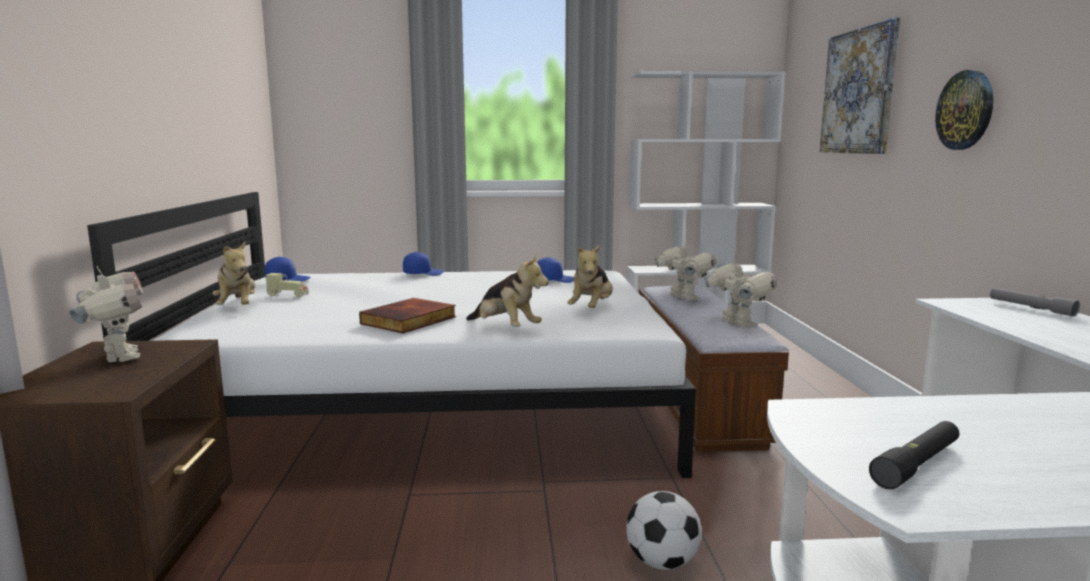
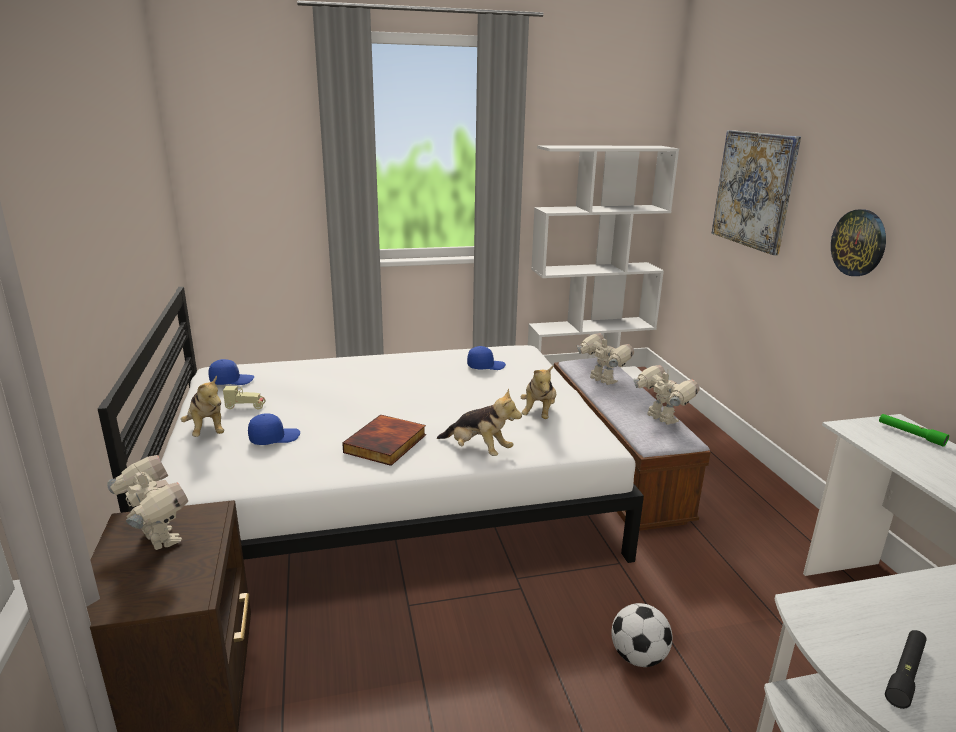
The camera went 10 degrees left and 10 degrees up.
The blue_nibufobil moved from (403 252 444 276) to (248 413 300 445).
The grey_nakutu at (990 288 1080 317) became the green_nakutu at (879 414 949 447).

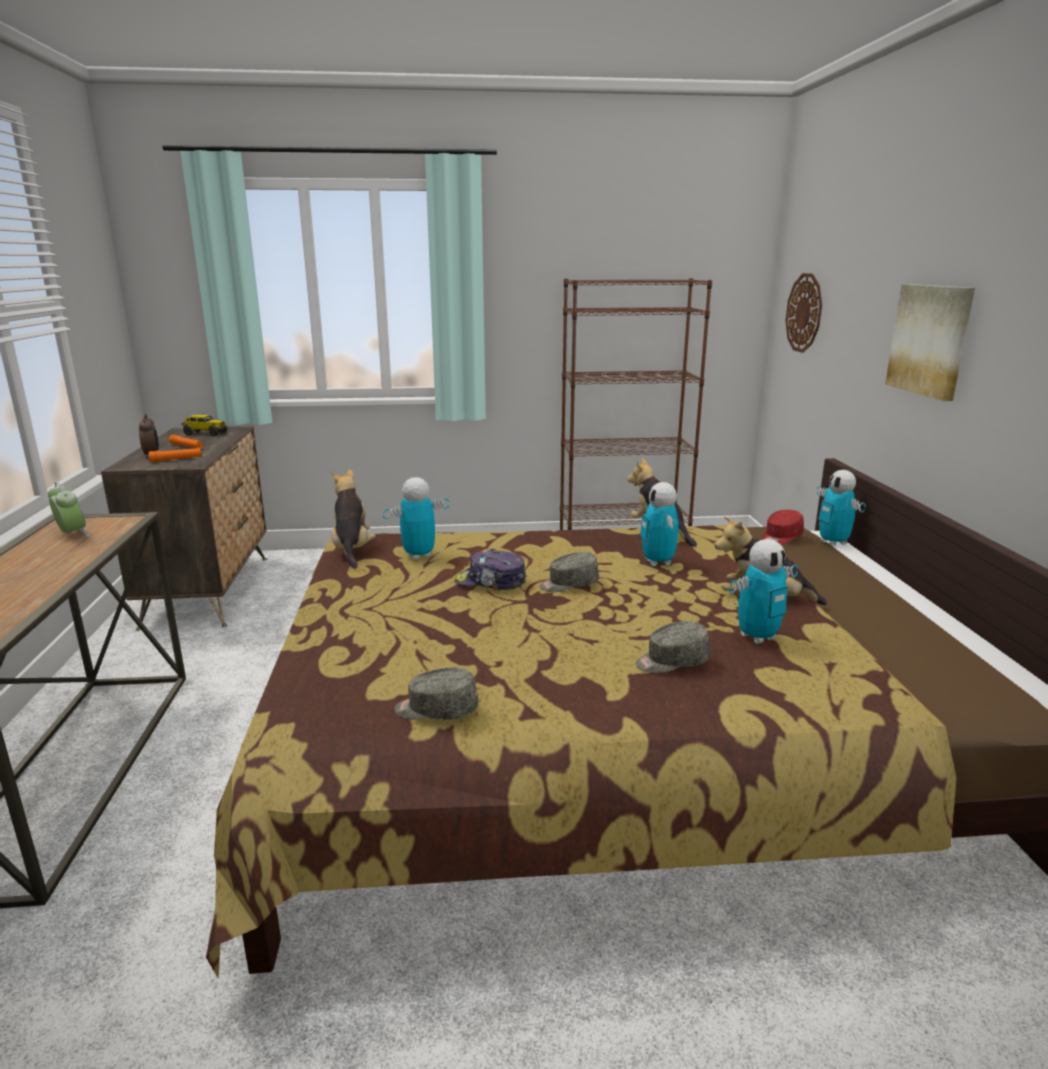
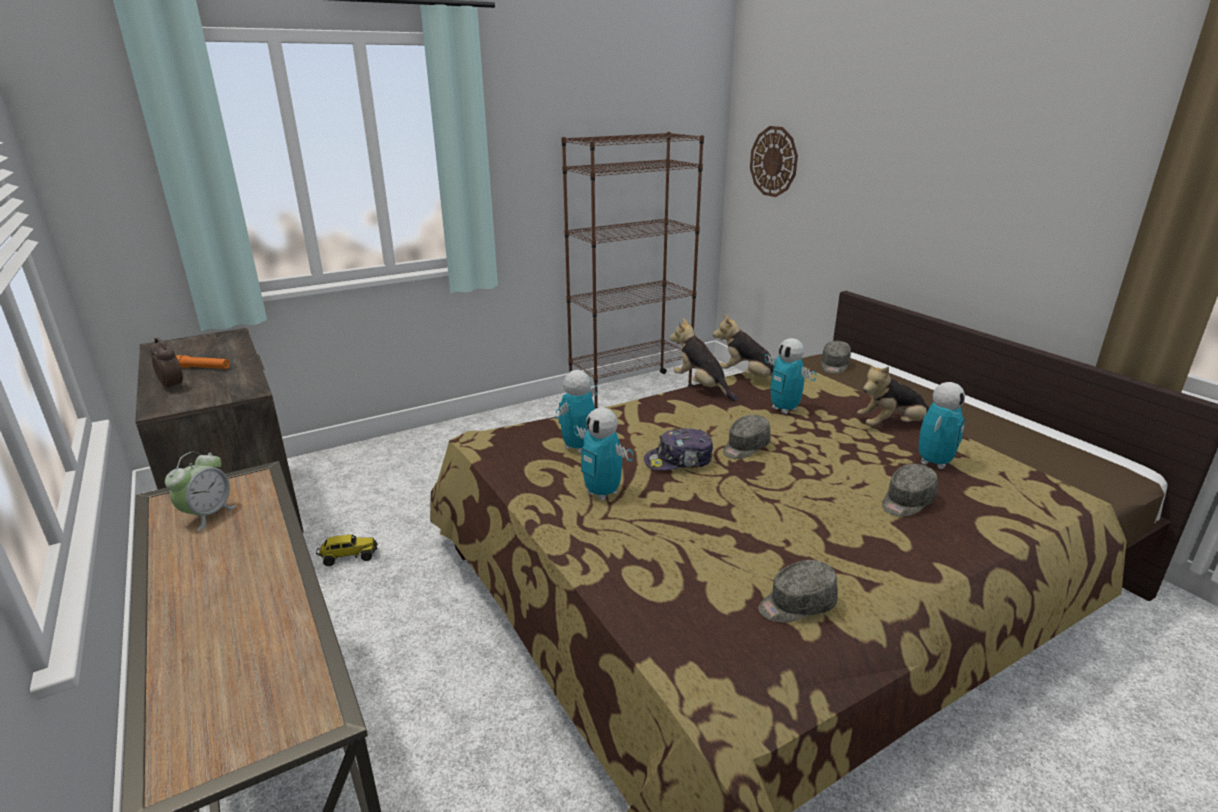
The camera went 25 degrees left and 5 degrees up.
The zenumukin at (48 482 90 537) turned 90 degrees clockwise.
The orange_nakutu at (149 448 201 462) disappeared.
The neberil moved from (181 415 228 436) to (316 534 378 566).
The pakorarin moved from (331 469 376 569) to (670 318 738 402).
The red_nibufobil at (762 510 804 545) became the grey_nibufobil at (821 341 851 374).
The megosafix moved from (817 470 866 547) to (573 407 633 501).
The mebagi at (885 284 975 401) disappeared.

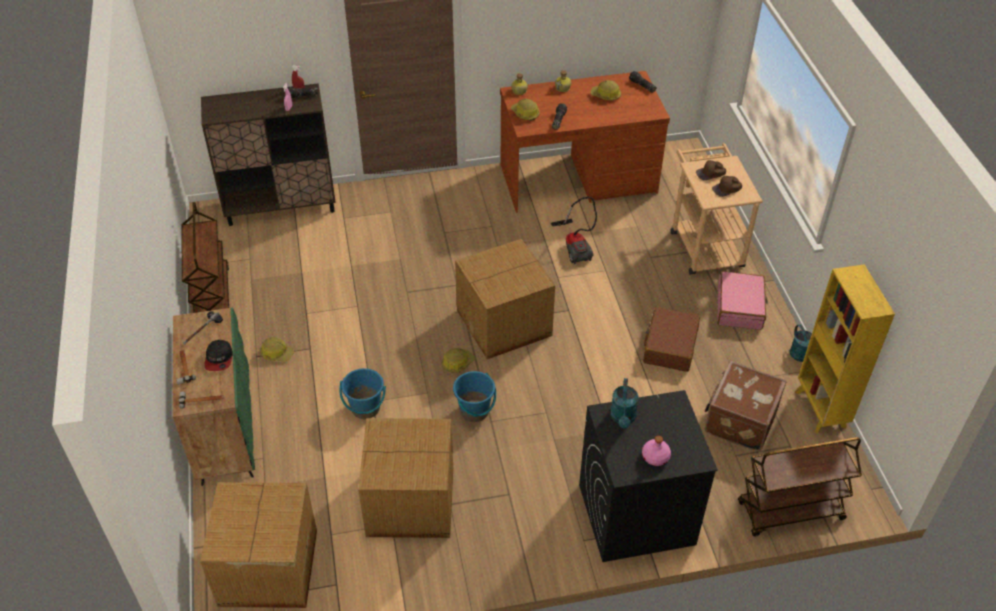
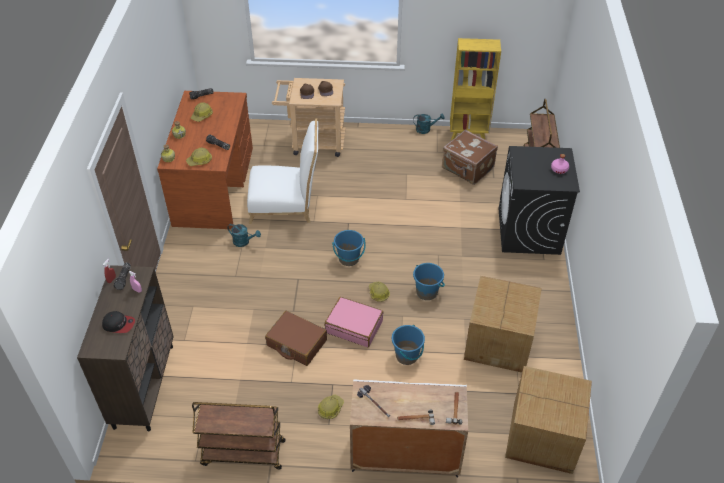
The camera went 75 degrees left and 0 degrees up.
The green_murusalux at (173 308 255 486) became the white_murusalux at (350 379 468 478).
The nibufobil moved from (204 340 233 371) to (102 311 135 333).
The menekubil at (455 239 555 359) was replaced by the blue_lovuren at (332 230 366 266).
The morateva at (551 197 597 264) was replaced by the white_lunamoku at (247 118 319 224).
The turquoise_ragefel moved from (610 378 638 428) to (227 224 261 247).
The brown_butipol moved from (643 307 700 372) to (265 311 327 366).
The pink_butipol moved from (717 271 768 330) to (325 297 384 347).

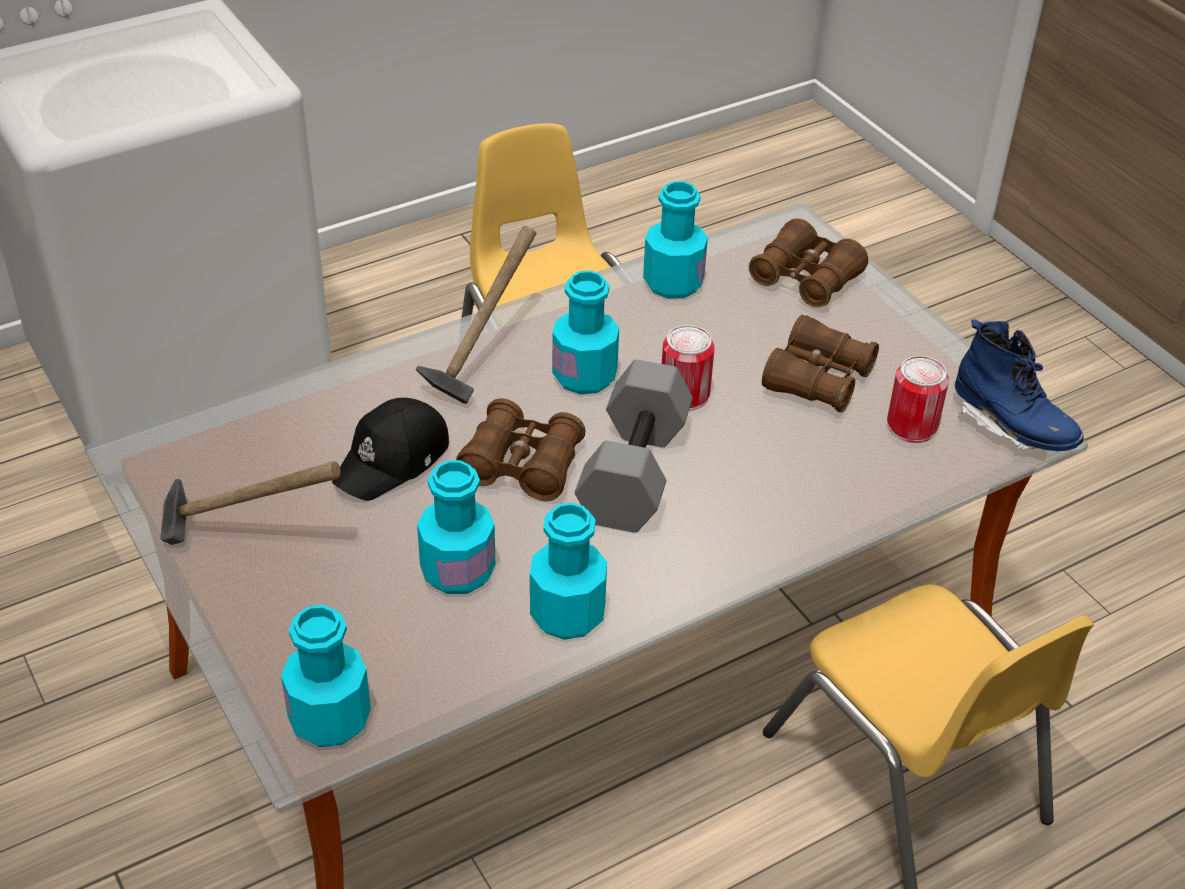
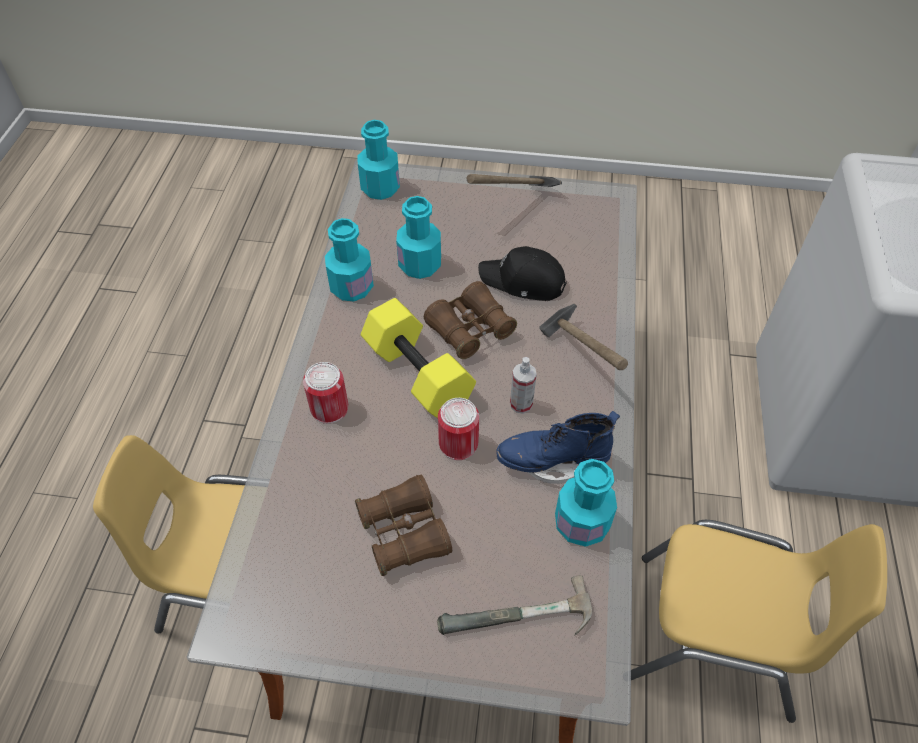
The camera went 130 degrees right and 10 degrees up.
The black_nibufobil at (332 398 449 501) turned 60 degrees counterclockwise.
The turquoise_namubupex at (552 270 619 394) was replaced by the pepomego at (510 357 537 414).
The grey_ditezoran at (575 360 693 533) became the yellow_ditezoran at (361 298 476 418).
The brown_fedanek at (749 218 868 308) was replaced by the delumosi at (437 575 592 636).
The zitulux moved from (887 356 949 443) to (303 362 348 424).
The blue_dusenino moved from (955 319 1084 451) to (496 411 620 484).

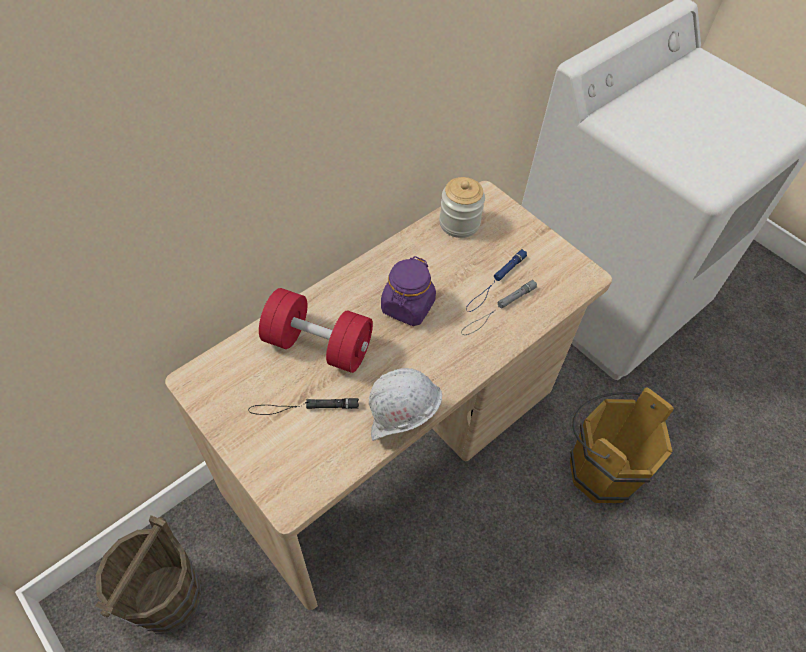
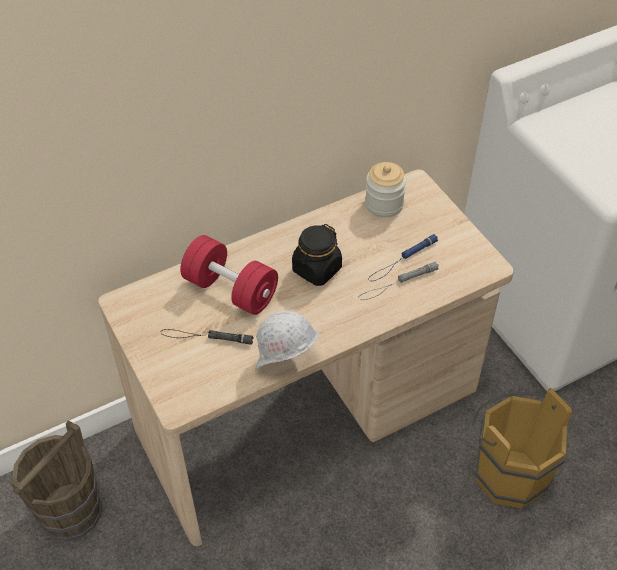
The camera went 15 degrees right and 5 degrees down.
The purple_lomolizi at (381 256 436 326) became the black_lomolizi at (292 224 342 286).

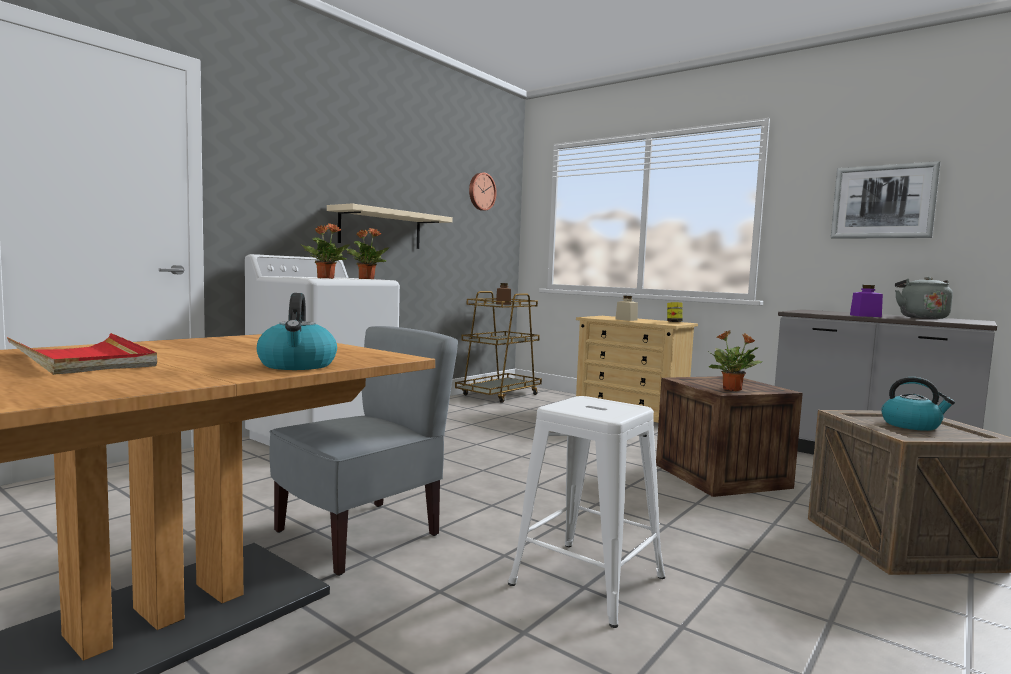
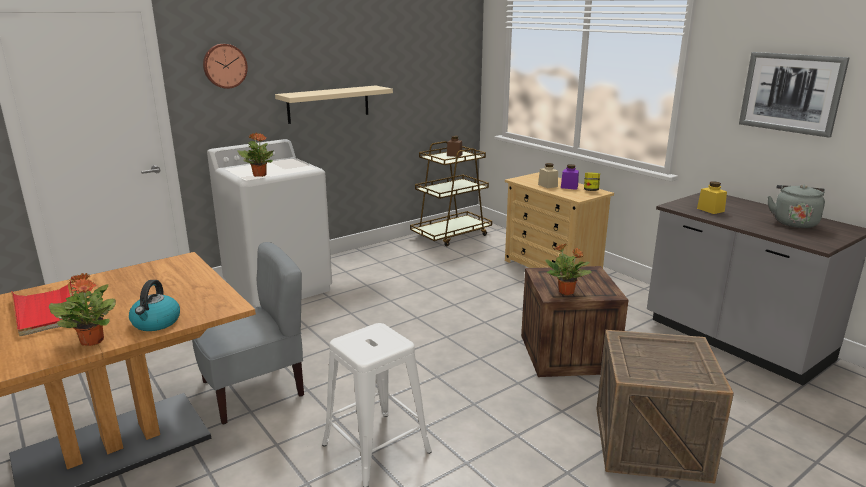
The camera went 15 degrees right and 15 degrees up.
The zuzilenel moved from (346 228 389 279) to (49 273 116 346).
The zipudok moved from (469 173 497 211) to (203 44 248 89).
The purple_lomolizi moved from (850 285 883 317) to (561 164 579 190).
The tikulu at (881 377 955 431) disappeared.
The yellow_lomolizi at (697 181 727 214) appeared.

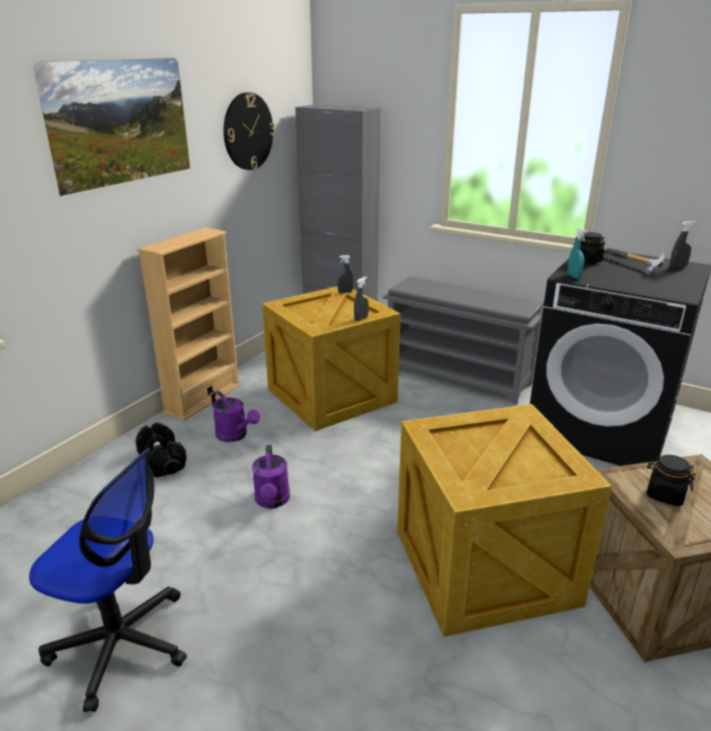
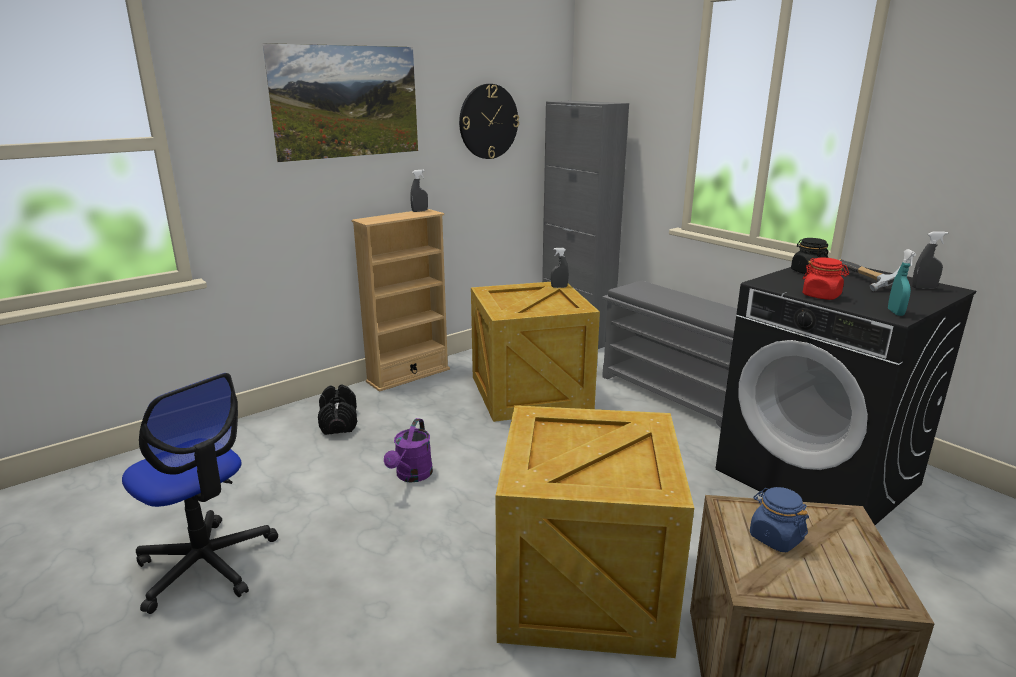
The camera went 20 degrees right and 5 degrees down.
The purple_ragefel at (212 391 260 442) disappeared.
The grey_pepomego moved from (354 277 369 321) to (410 169 428 212).
The turquoise_pepomego moved from (568 228 587 279) to (888 249 916 316).
The black_lomolizi at (646 455 696 506) became the blue_lomolizi at (750 487 809 552).
The red_lomolizi at (802 258 849 300) appeared.

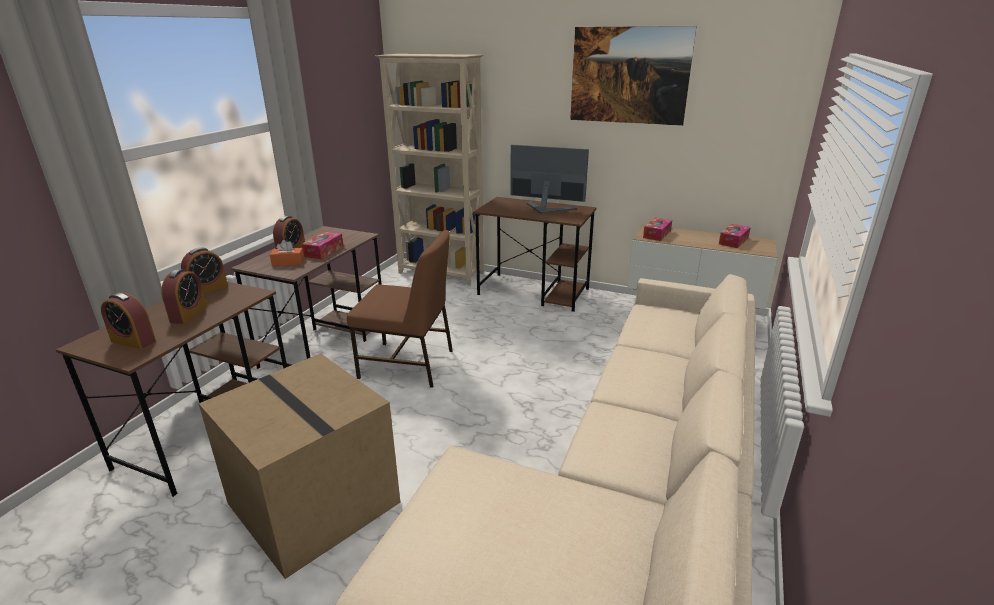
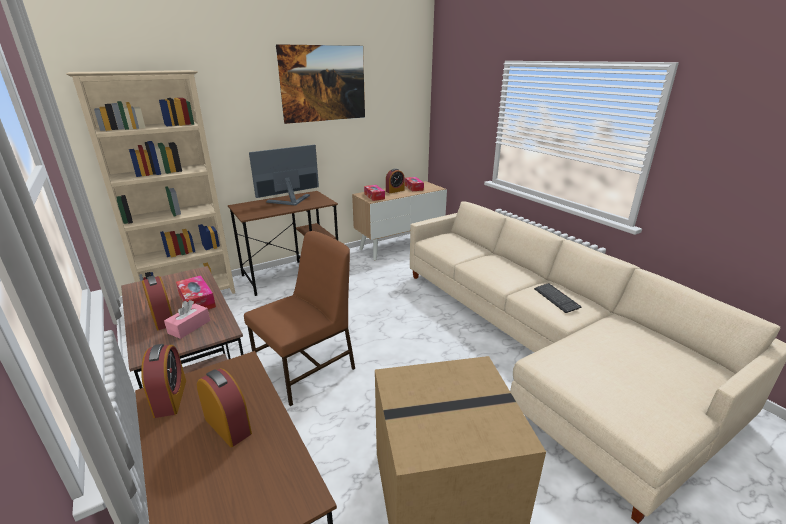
The camera went 55 degrees left and 0 degrees up.
The zenumukin moved from (101 293 156 349) to (386 168 405 193).
The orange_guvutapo at (270 240 304 266) became the pink_guvutapo at (164 300 210 339).
The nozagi at (534 283 581 313) appeared.

